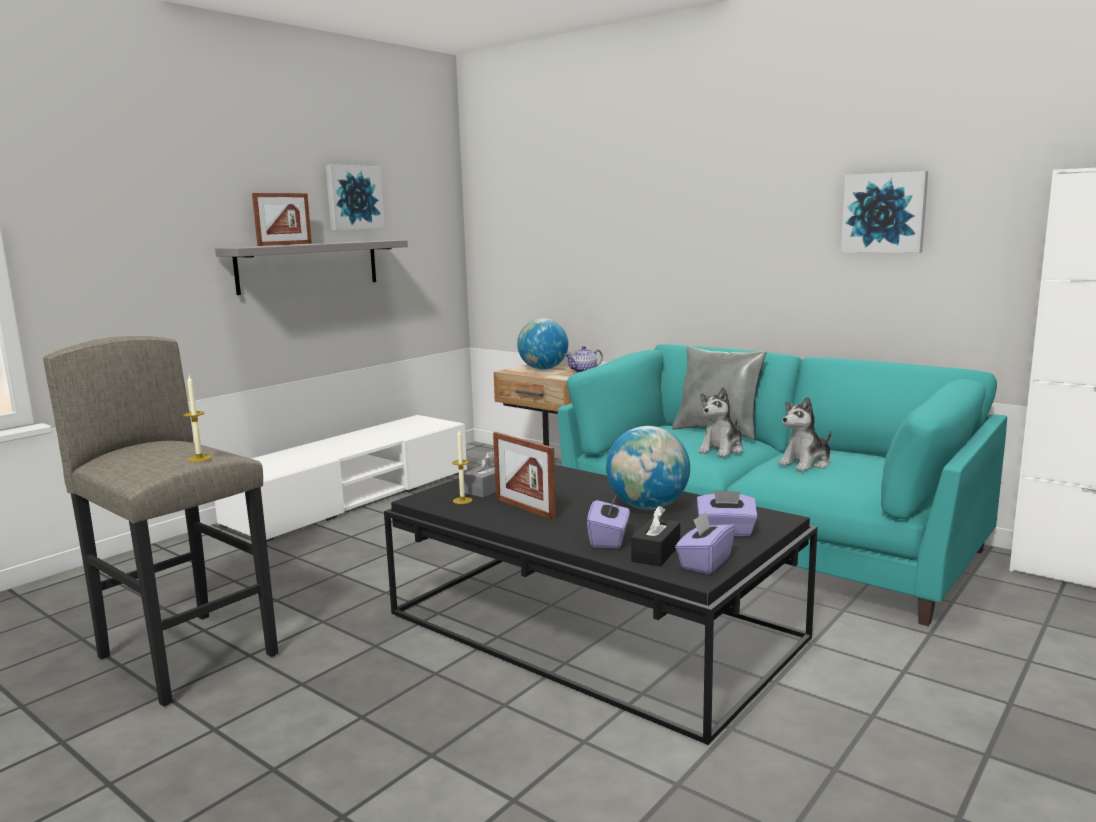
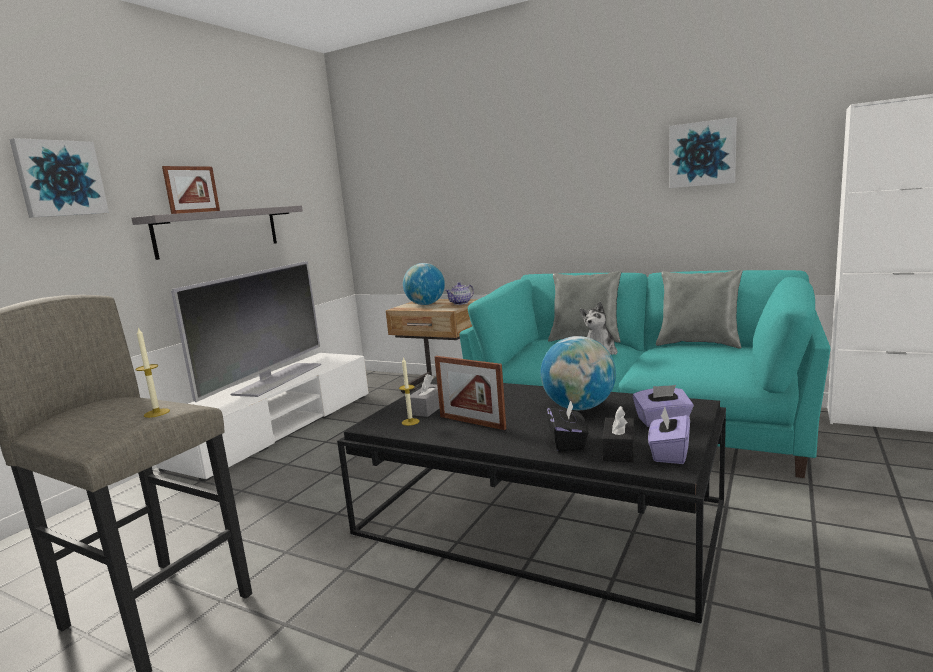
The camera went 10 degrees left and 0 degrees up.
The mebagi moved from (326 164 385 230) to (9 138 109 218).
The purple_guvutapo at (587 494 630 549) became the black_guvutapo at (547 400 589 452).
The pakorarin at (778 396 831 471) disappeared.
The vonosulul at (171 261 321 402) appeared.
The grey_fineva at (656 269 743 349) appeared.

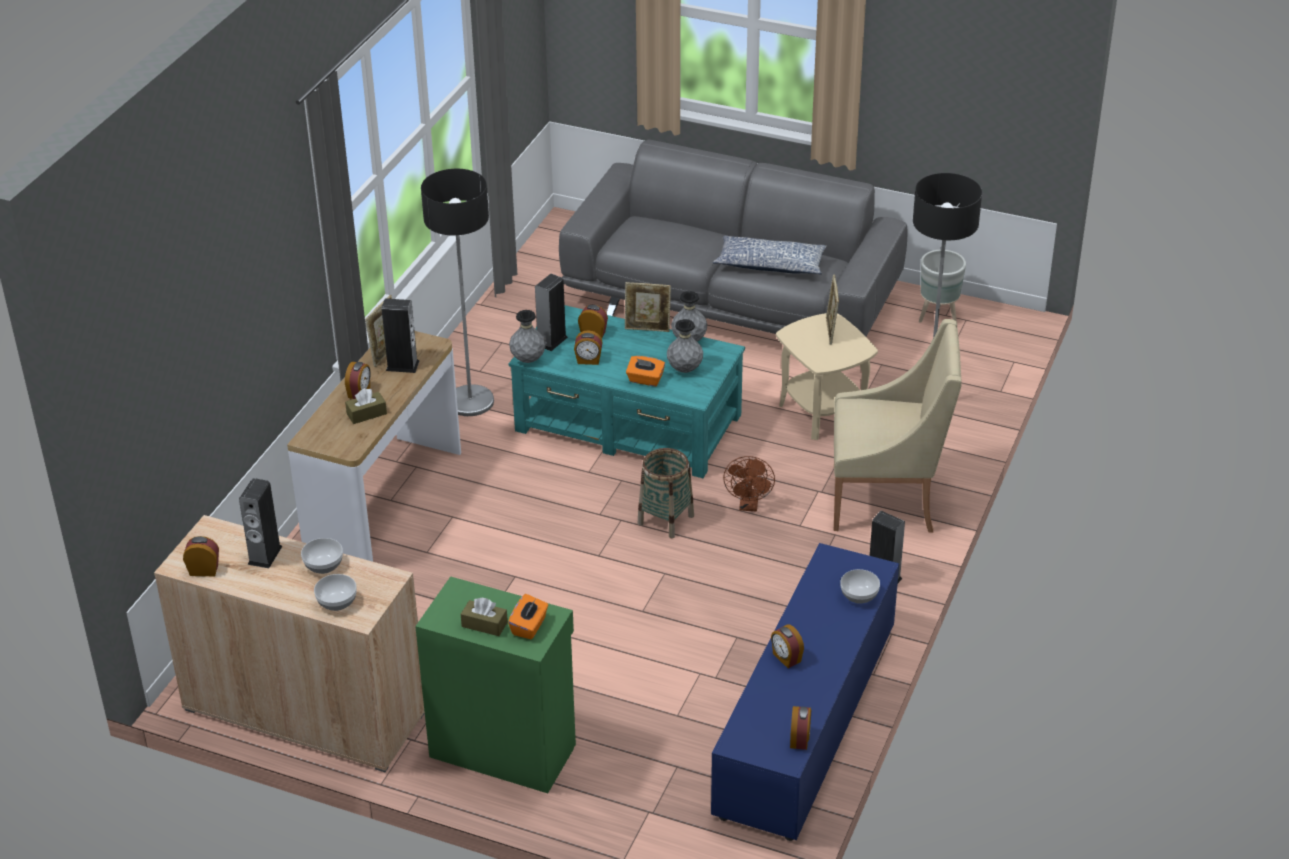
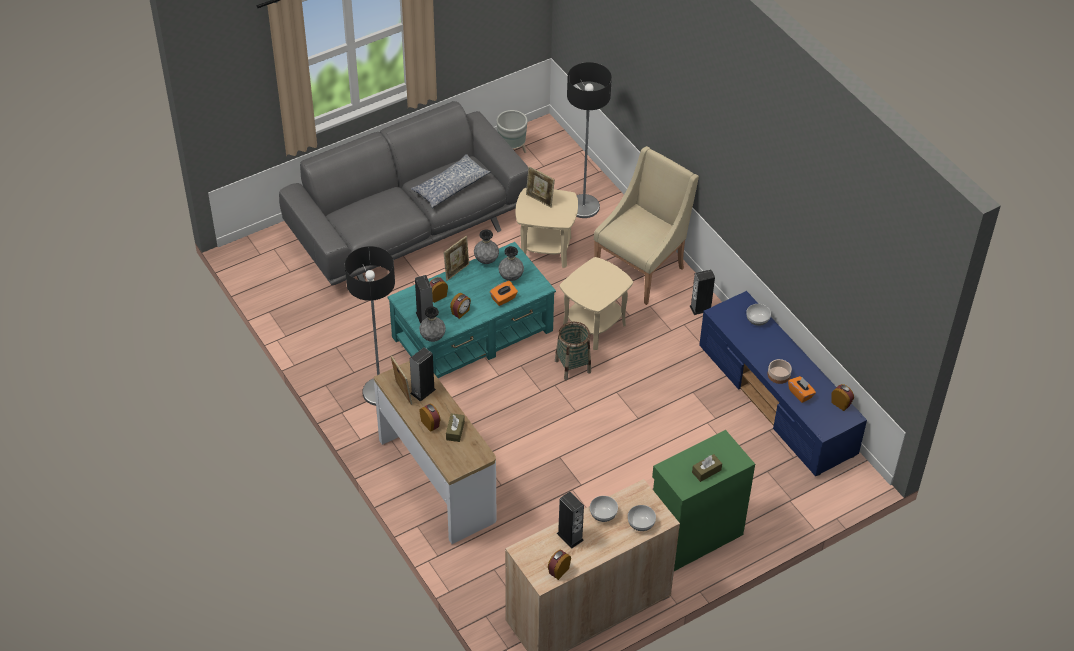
The camera went 55 degrees left and 10 degrees up.
The orange_guvutapo moved from (508 594 548 639) to (788 376 816 403).
The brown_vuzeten at (723 456 775 511) was replaced by the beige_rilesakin at (560 257 633 350).
The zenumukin at (771 624 804 668) was replaced by the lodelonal at (768 359 792 384).

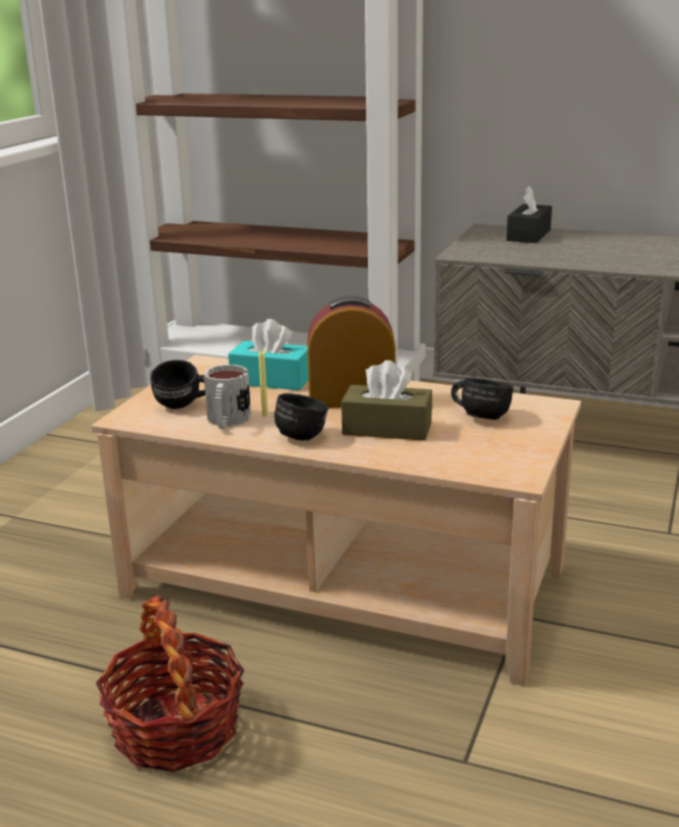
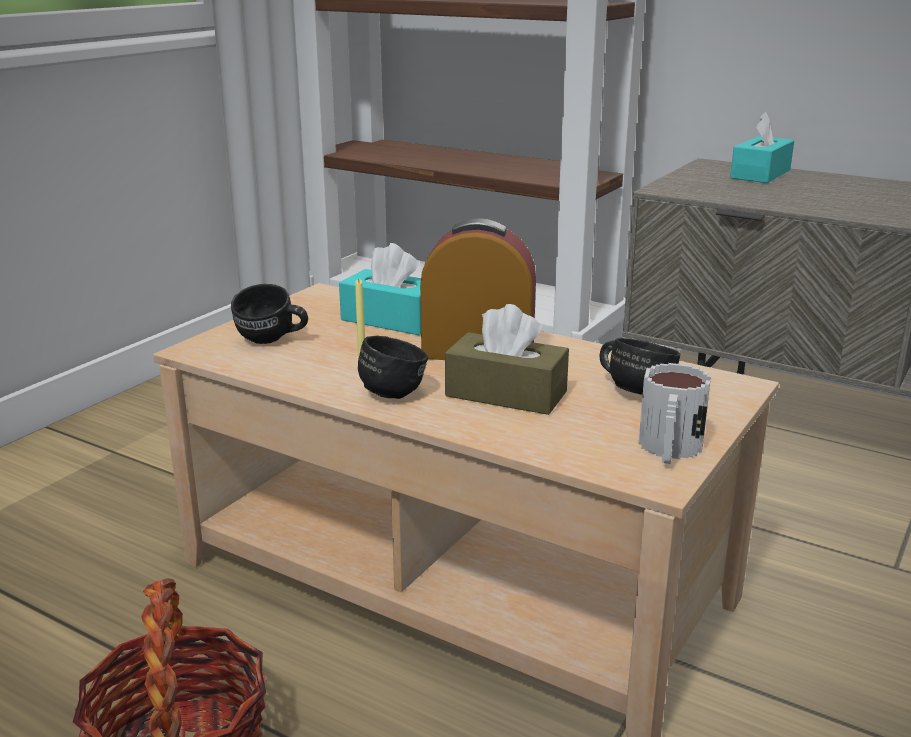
The camera went 10 degrees right and 0 degrees up.
The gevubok moved from (204 365 251 429) to (638 363 711 464).
The black_guvutapo at (506 186 552 243) became the turquoise_guvutapo at (730 112 794 183).

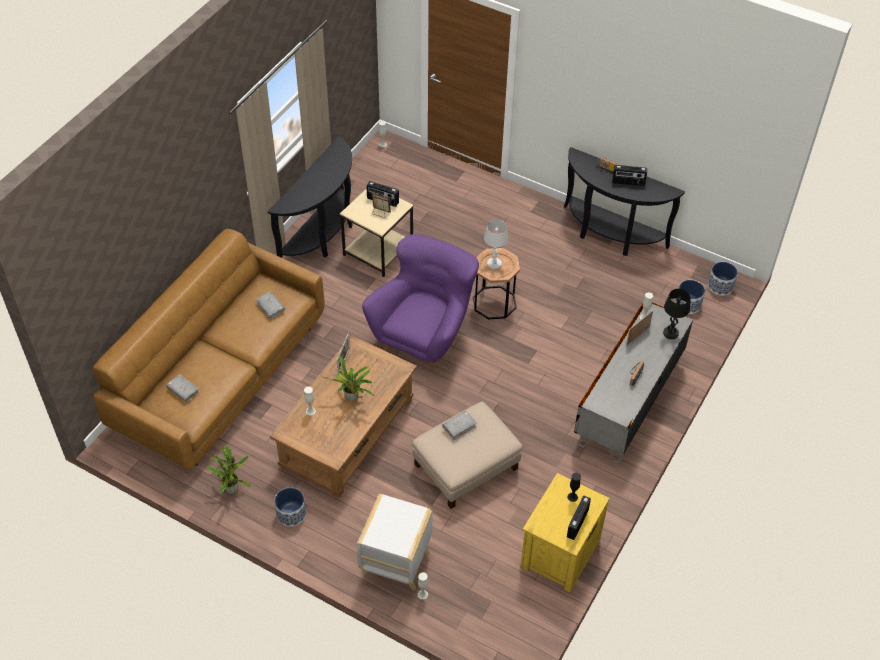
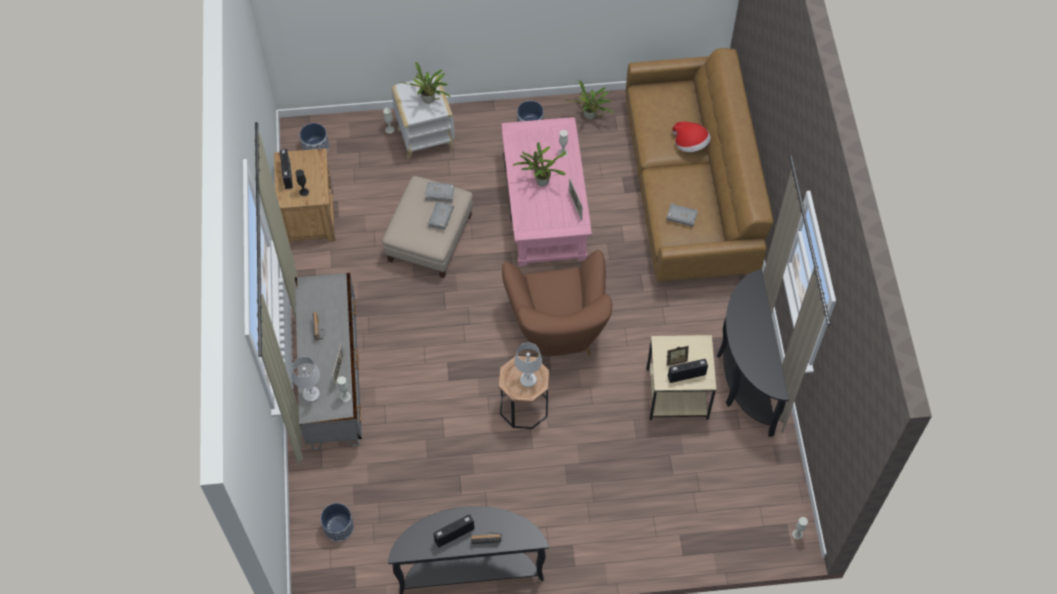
The camera went 145 degrees right and 10 degrees up.
The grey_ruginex moved from (166 374 200 402) to (425 182 454 202).
The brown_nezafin at (270 335 417 498) became the pink_nezafin at (501 117 592 266).
The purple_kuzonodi at (362 234 479 370) became the brown_kuzonodi at (502 250 612 358).
The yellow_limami at (520 473 610 593) became the brown_limami at (274 148 335 244).
The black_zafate at (663 289 690 339) became the white_zafate at (292 357 320 402).
The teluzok moved from (708 262 738 296) to (300 123 329 152).
The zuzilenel at (400 62 450 104) appeared.
The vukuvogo at (672 121 711 152) appeared.

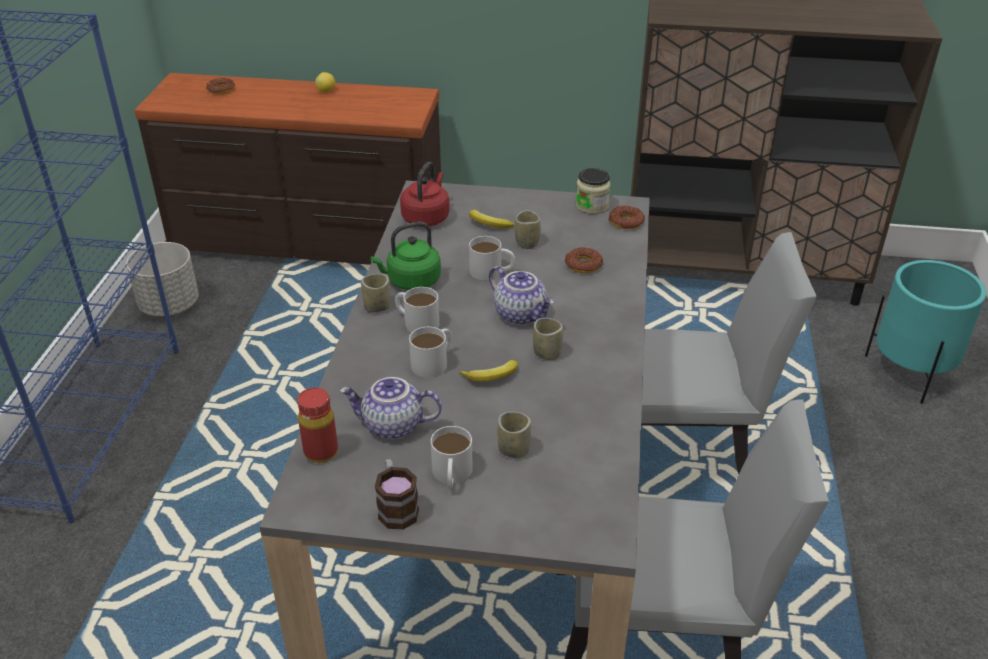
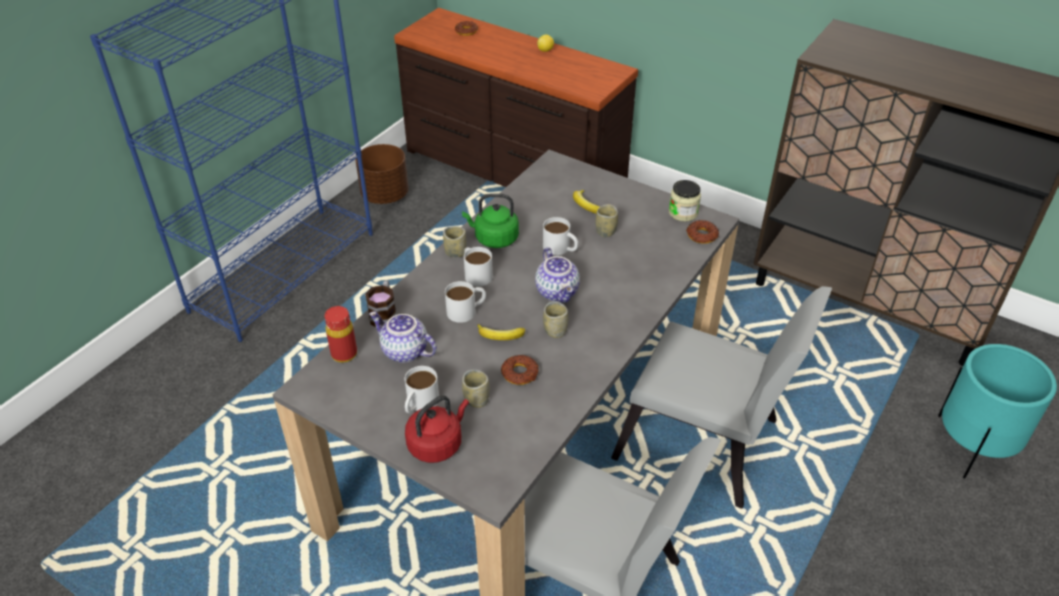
The camera went 25 degrees right and 5 degrees up.
The grey_teluzok at (126 242 199 316) became the brown_teluzok at (356 144 409 204).
The gevubok moved from (375 459 419 530) to (365 280 396 327).
The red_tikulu moved from (400 162 450 227) to (405 396 469 463).
The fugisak moved from (565 247 603 273) to (501 355 539 385).

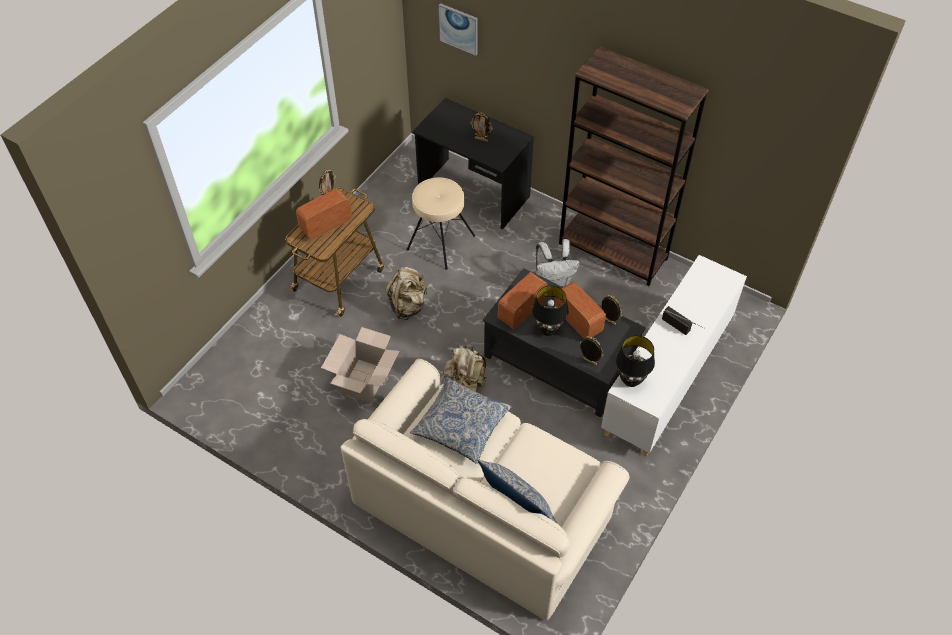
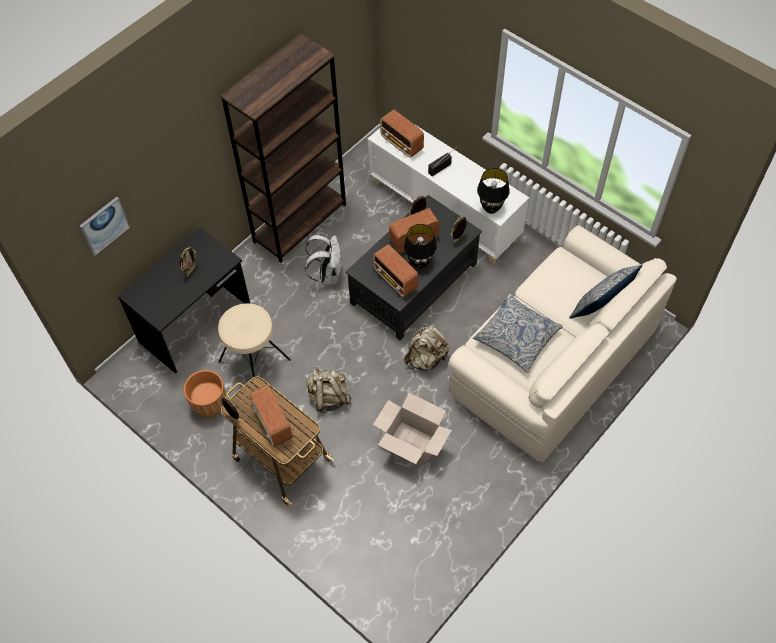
The camera went 80 degrees left and 5 degrees up.
The orange_teluzok at (184 370 226 418) appeared.
The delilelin at (380 110 424 158) appeared.

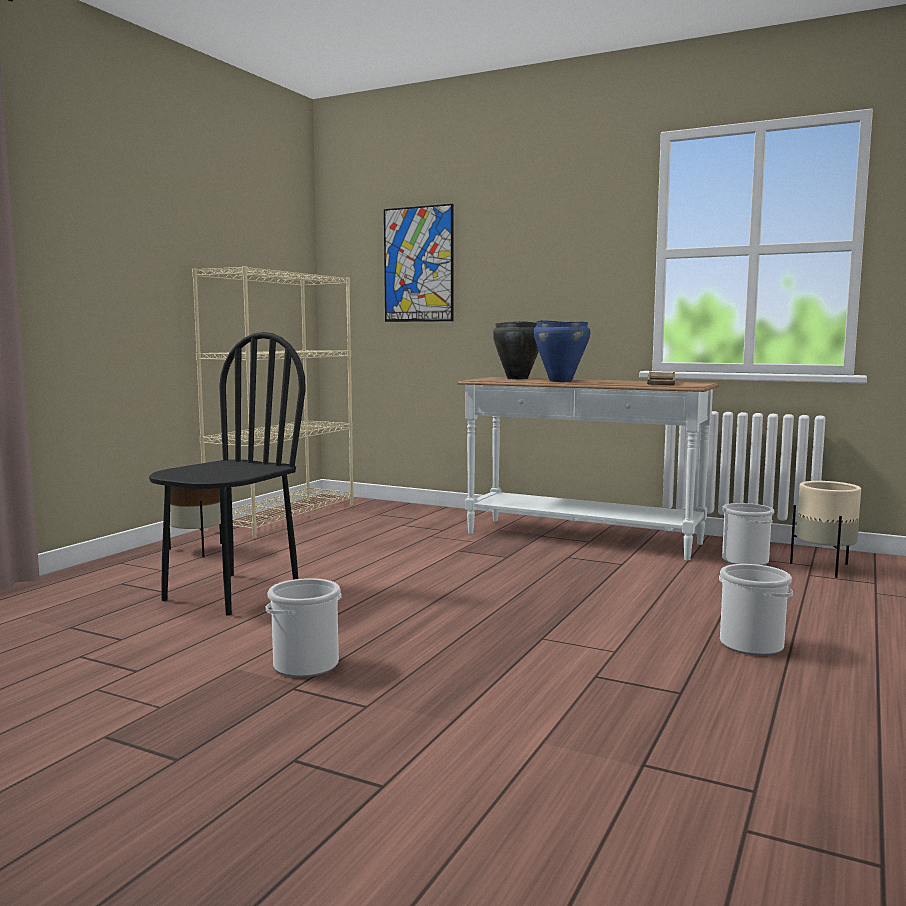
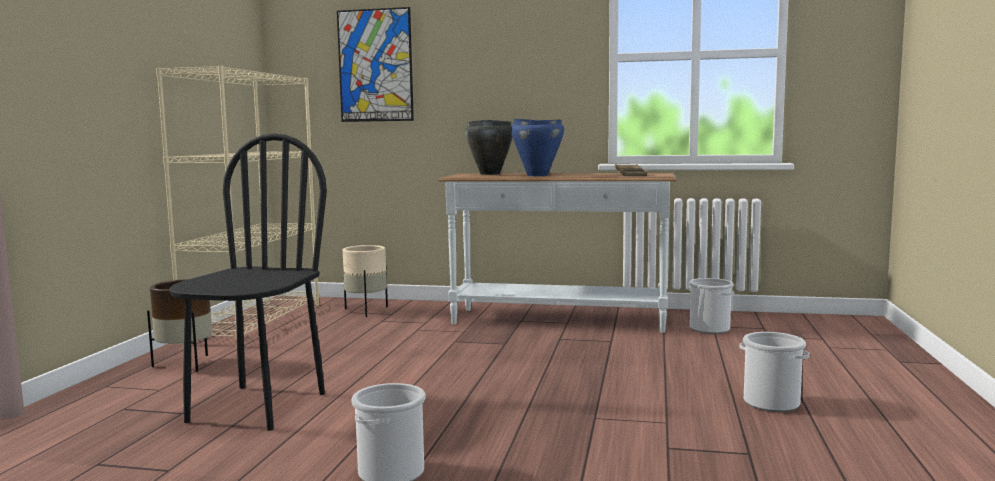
The camera went 15 degrees left and 0 degrees up.
The beige_teluzok moved from (790 481 861 578) to (342 245 388 317).

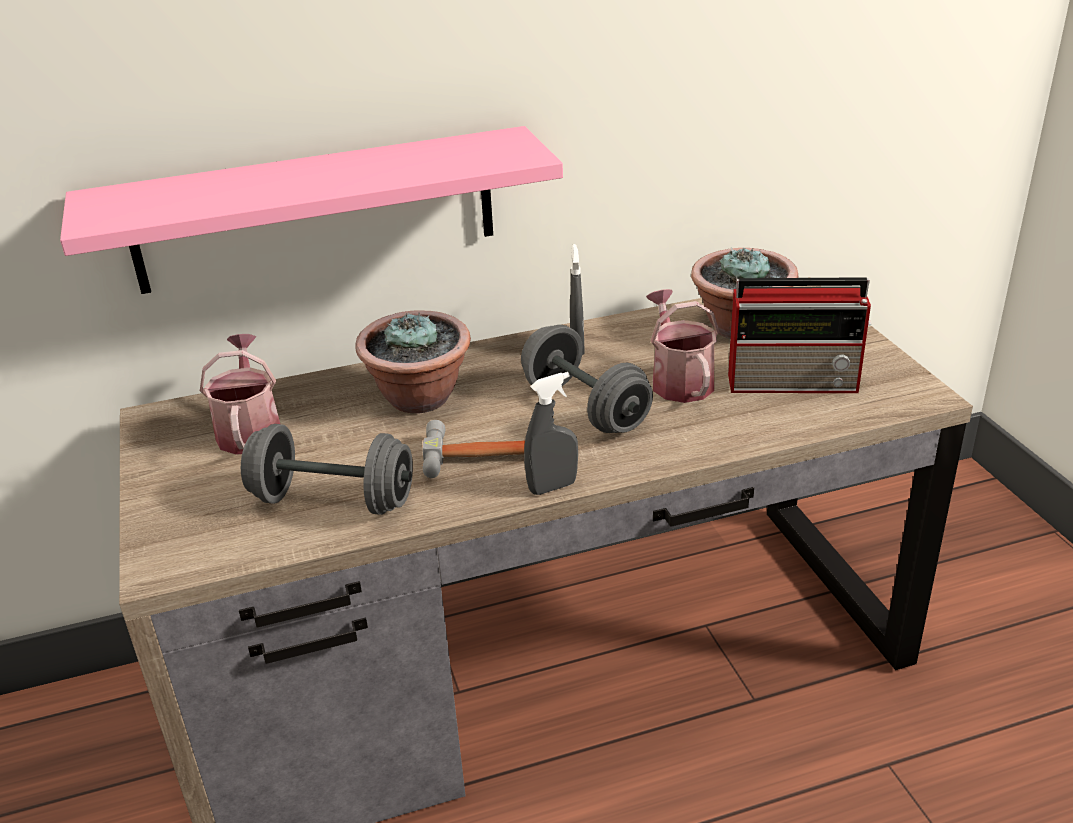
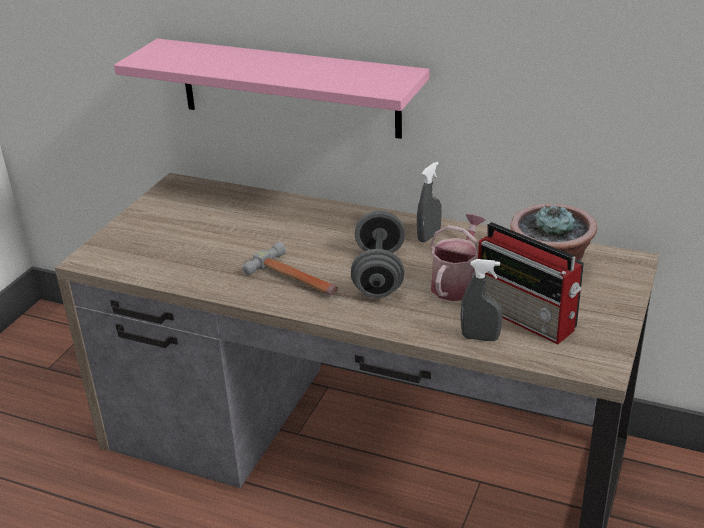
The camera went 40 degrees right and 0 degrees up.
The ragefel at (200 334 280 455) disappeared.
The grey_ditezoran at (241 424 413 515) disappeared.
The zuzilenel at (355 310 471 413) disappeared.
The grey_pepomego moved from (524 372 578 495) to (461 259 503 342).

